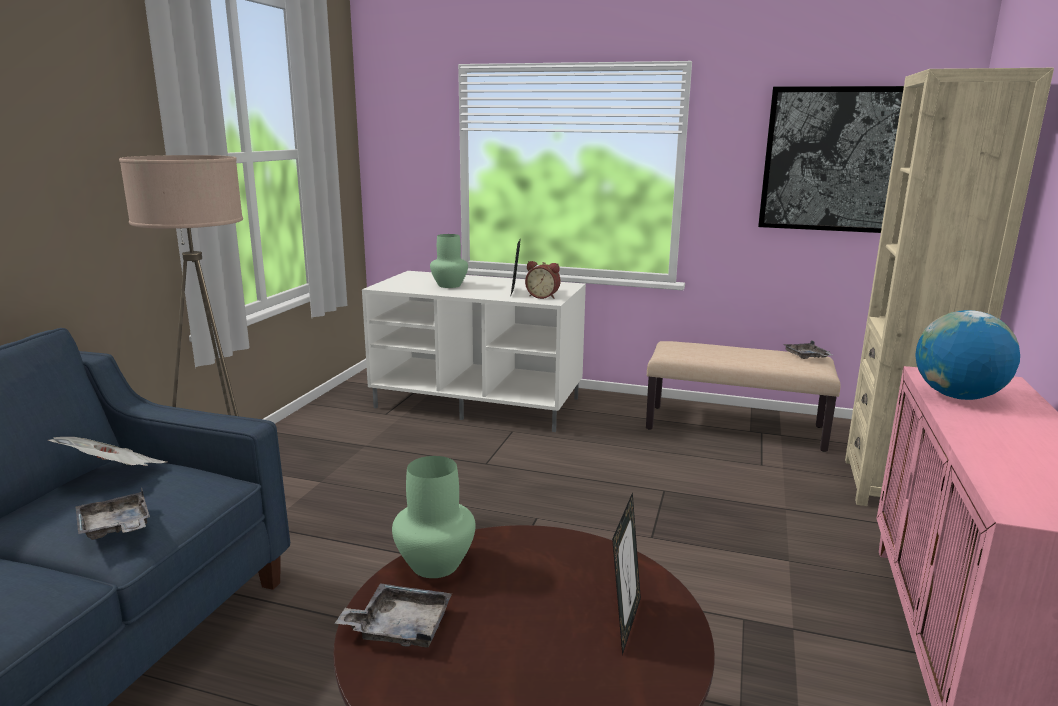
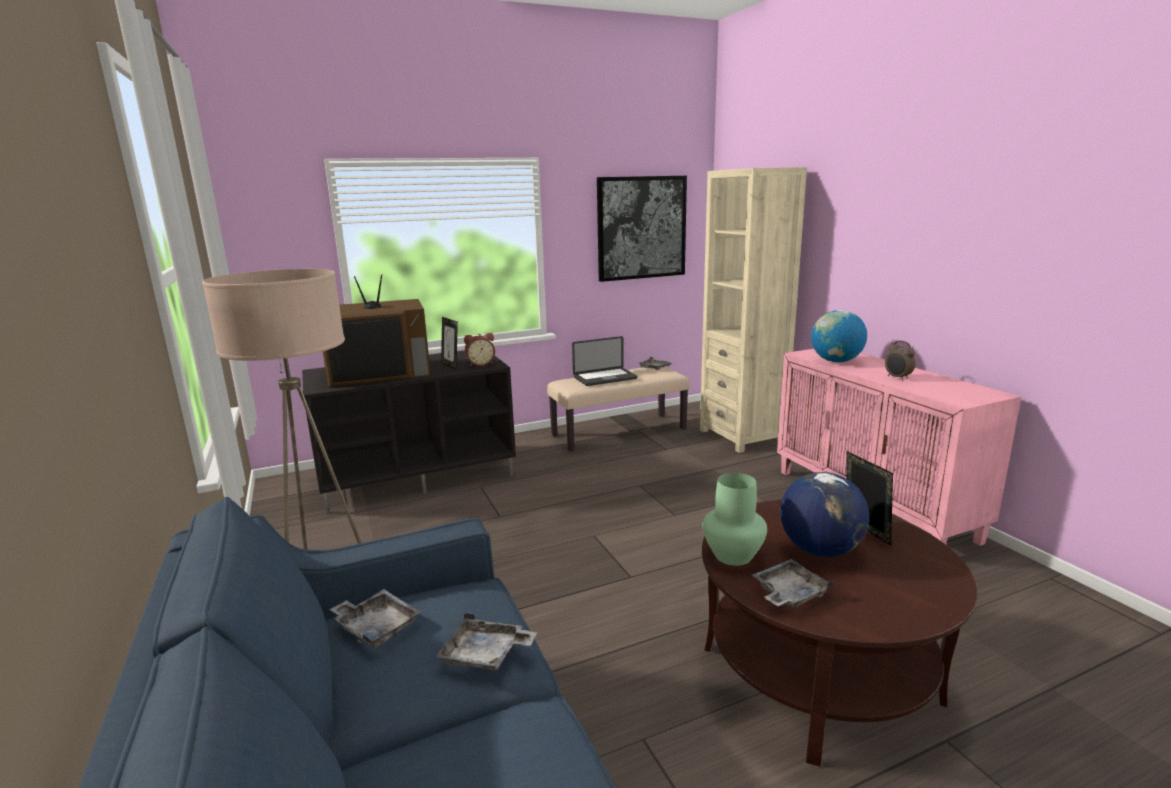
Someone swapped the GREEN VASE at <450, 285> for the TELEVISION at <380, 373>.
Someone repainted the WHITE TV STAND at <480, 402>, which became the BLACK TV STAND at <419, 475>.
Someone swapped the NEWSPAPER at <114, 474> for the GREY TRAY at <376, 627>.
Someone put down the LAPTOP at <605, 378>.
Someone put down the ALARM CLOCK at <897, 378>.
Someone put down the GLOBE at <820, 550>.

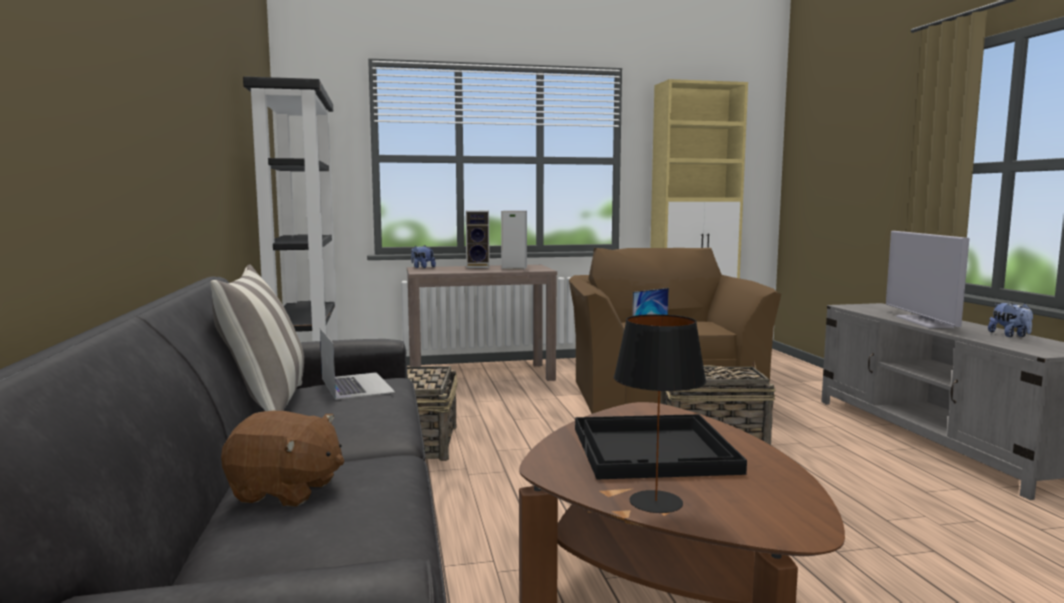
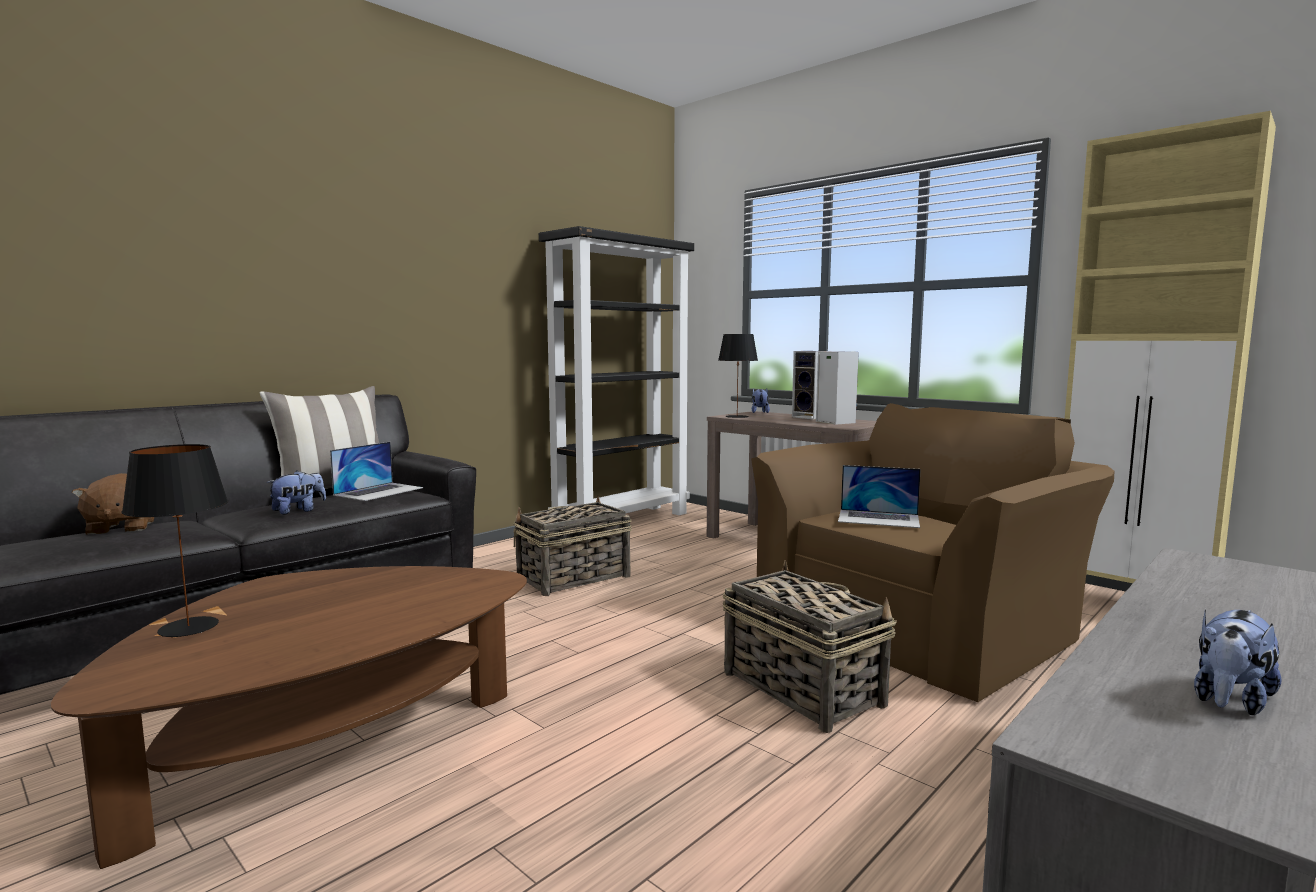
Someone took away the TELEVISION at <923, 322>.
Someone took away the BLACK TRAY at <655, 450>.
Someone put down the BLACK TABLE LAMP at <736, 416>.
Someone put down the PLUSH TOY at <298, 511>.

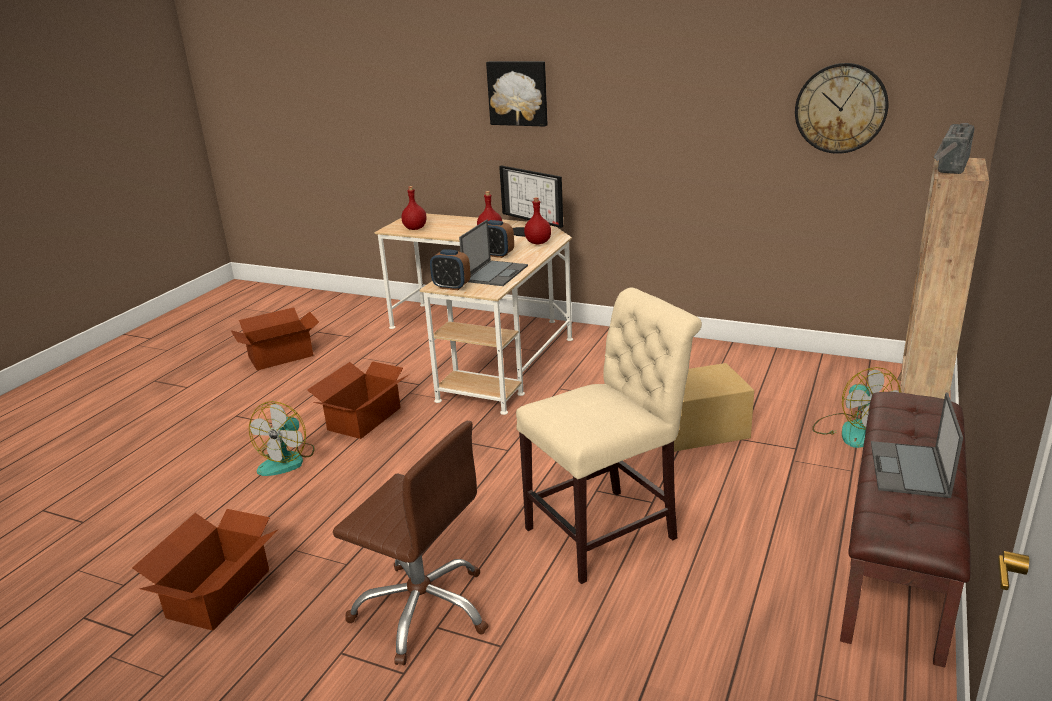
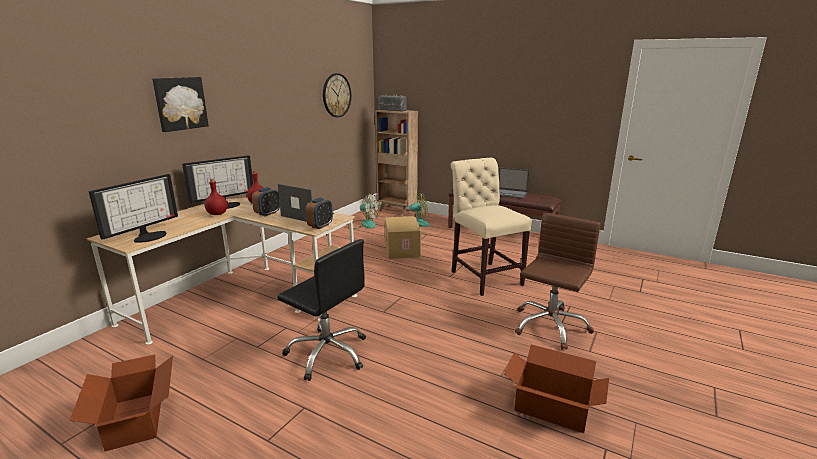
Someone swapped the RED BOTTLE at <415, 228> for the MONITOR at <149, 236>.
Someone swapped the CARDBOARD BOX at <363, 419> for the BLACK OFFICE CHAIR at <328, 353>.
Someone carried the FAN from <287, 460> to <364, 224>.

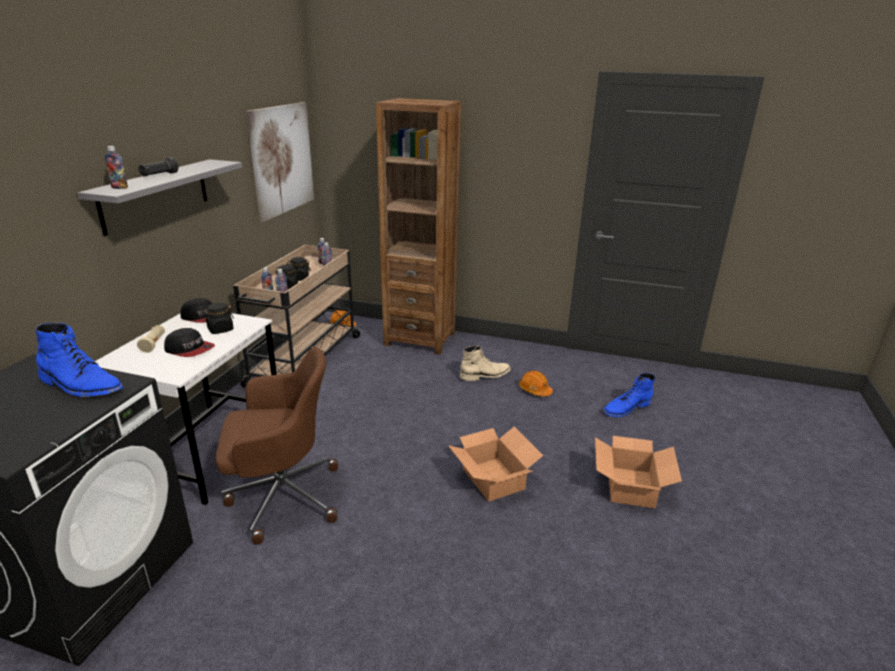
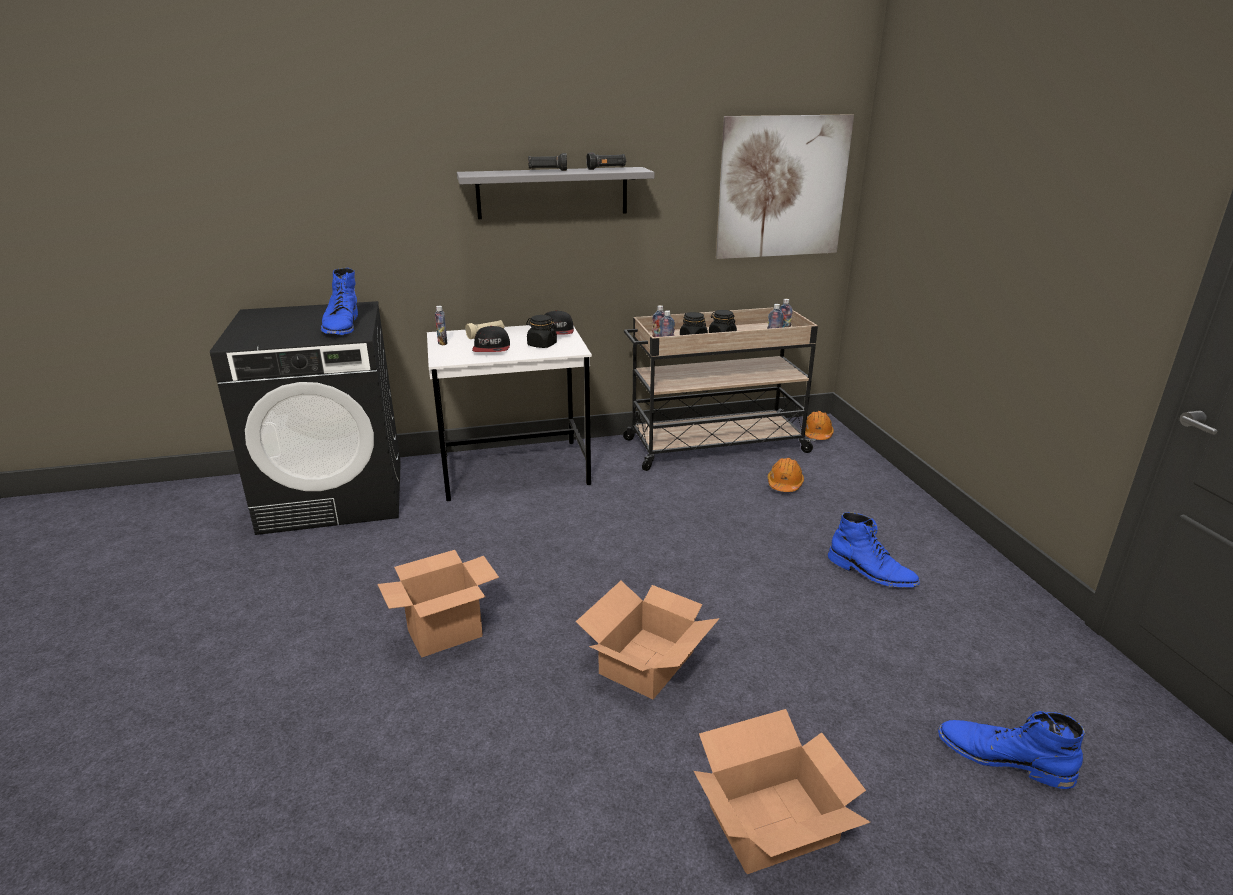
Someone took away the BROWN BOOKCASE at <420, 339>.
Someone carried the BOTTLE from <119, 188> to <442, 343>.
Someone repainted the BEIGE BOOT at <485, 375>, which became the BLUE BOOT at <871, 572>.
Someone took away the BROWN OFFICE CHAIR at <281, 496>.
Someone carried the ORANGE HARD HAT from <534, 390> to <784, 484>.
Someone put down the BLACK FLASHLIGHT at <606, 169>.
Someone put down the CARDBOARD BOX at <446, 633>.

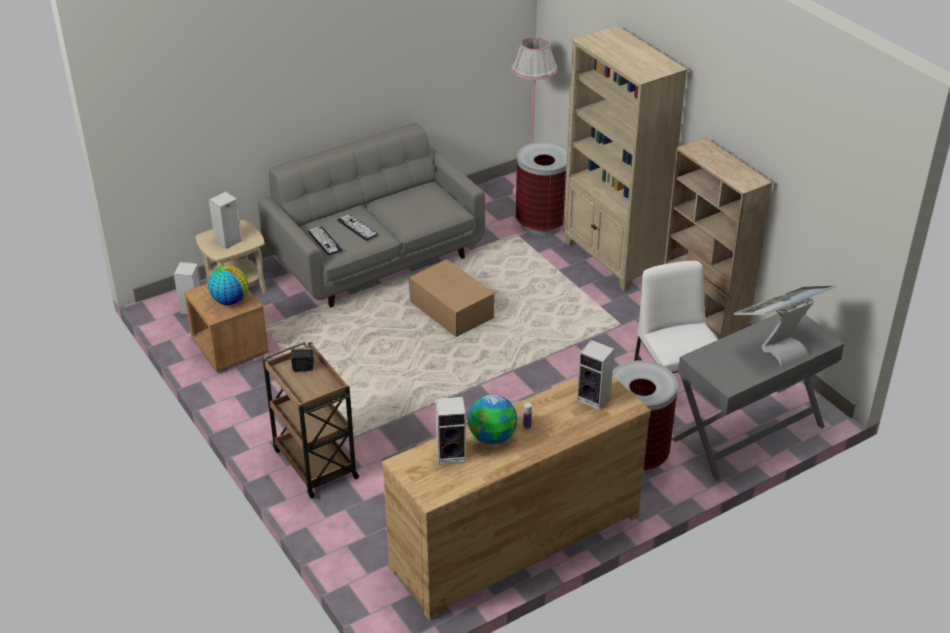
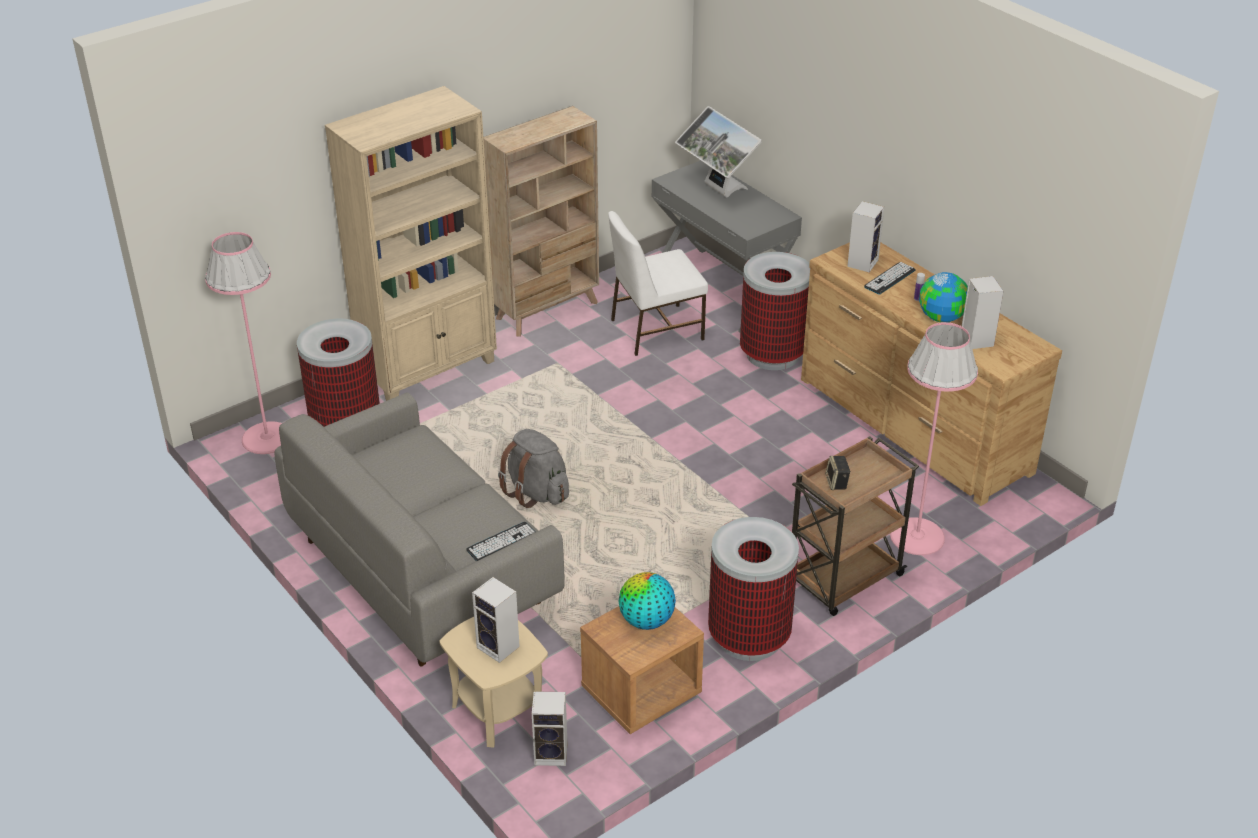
Someone carried the KEYBOARD from <357, 228> to <889, 278>.
Someone swapped the CARDBOARD BOX at <451, 309> for the GREY BACKPACK at <536, 492>.
Someone put down the PINK FLOOR LAMP at <917, 536>.
Someone put down the TRASH CAN at <749, 637>.

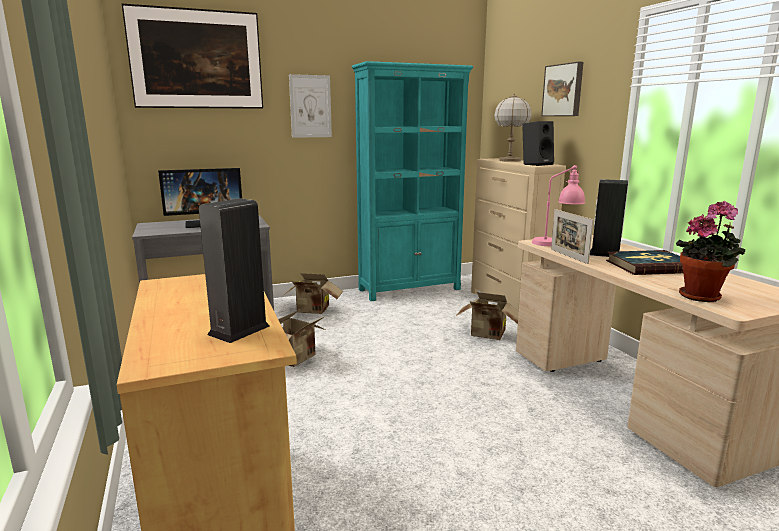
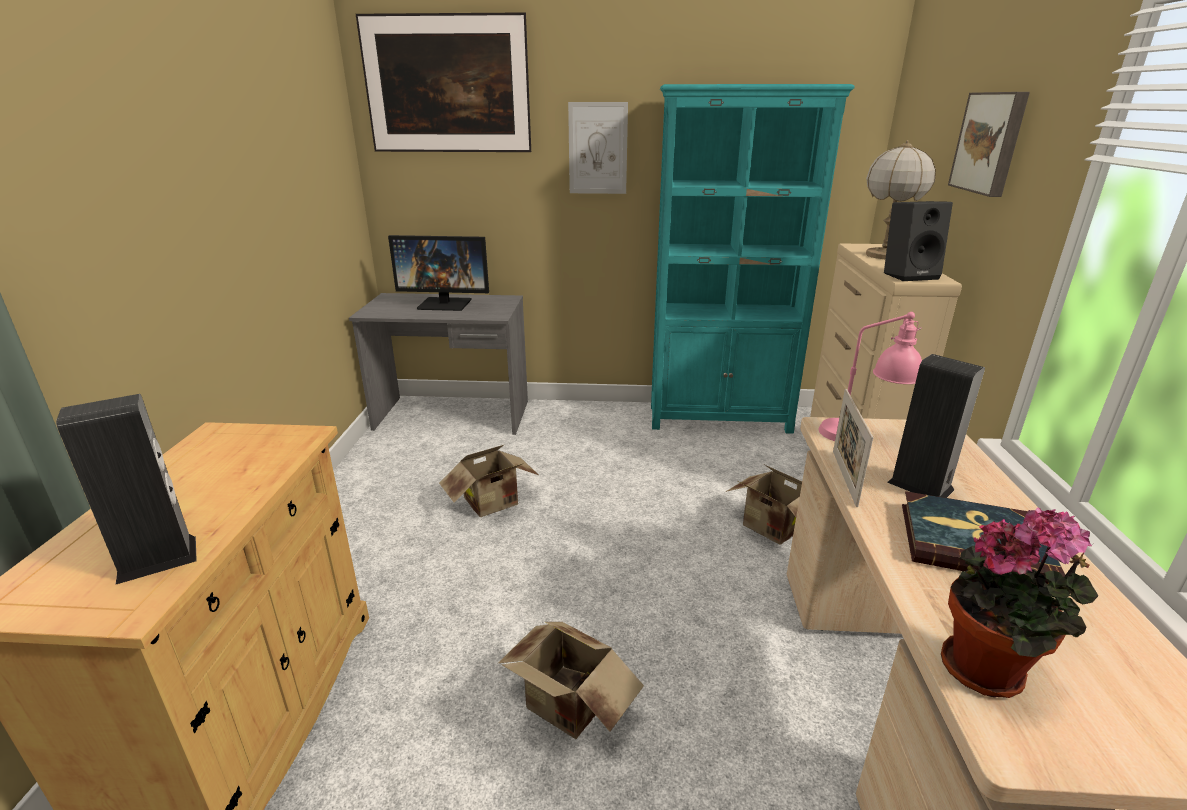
Someone carried the CARDBOARD BOX from <313, 311> to <567, 709>.

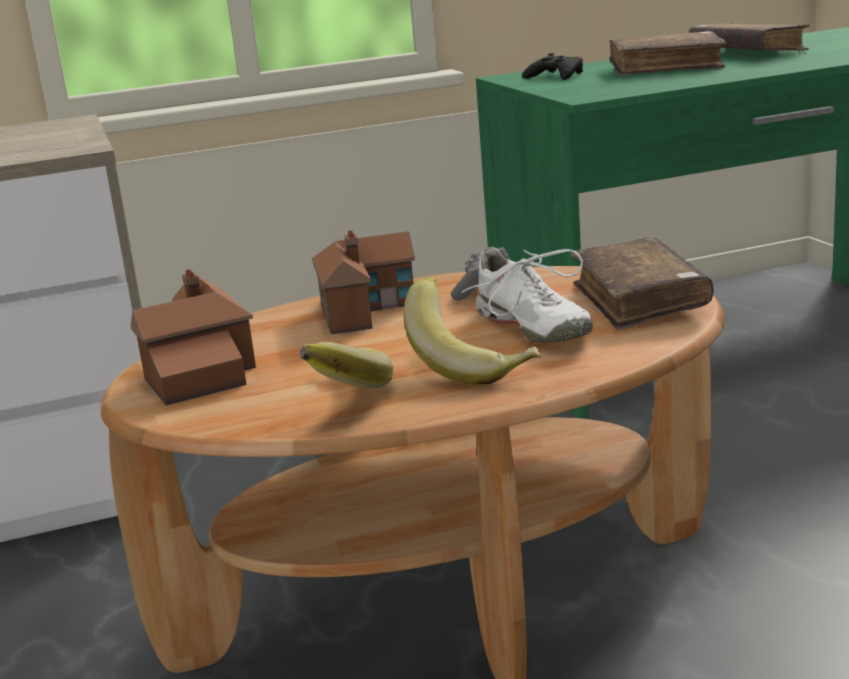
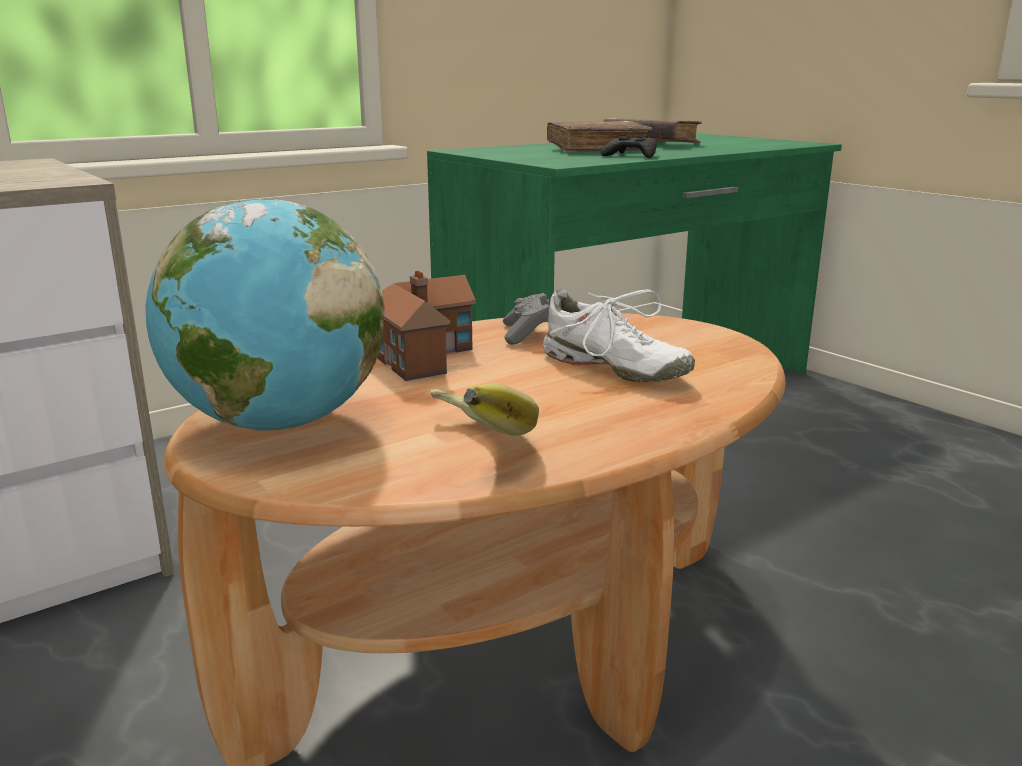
Someone carried the BLACK GAME CONTROLLER from <555, 76> to <631, 155>.
Someone took away the BROWN BOOK at <639, 300>.
Someone swapped the TOY HOUSE at <200, 370> for the GLOBE at <278, 424>.
Someone took away the BANANA at <473, 365>.

